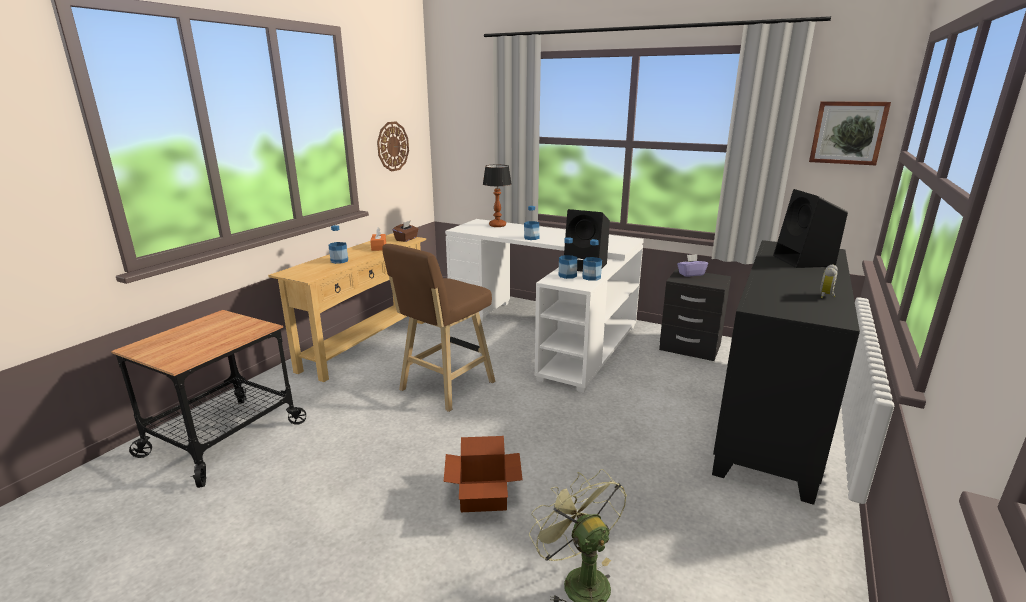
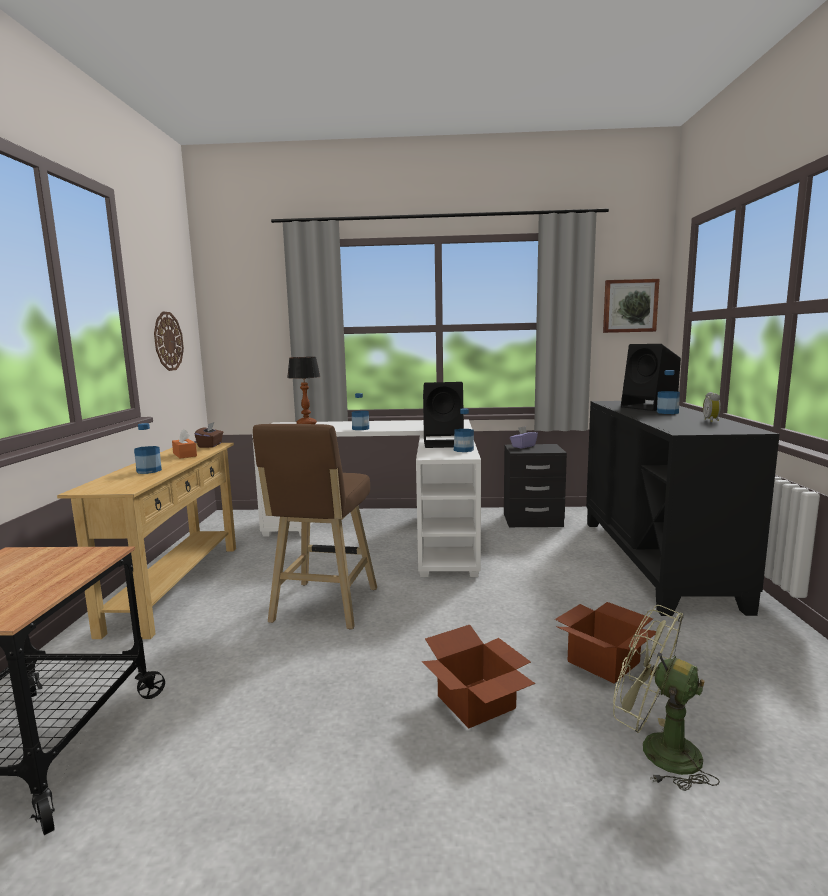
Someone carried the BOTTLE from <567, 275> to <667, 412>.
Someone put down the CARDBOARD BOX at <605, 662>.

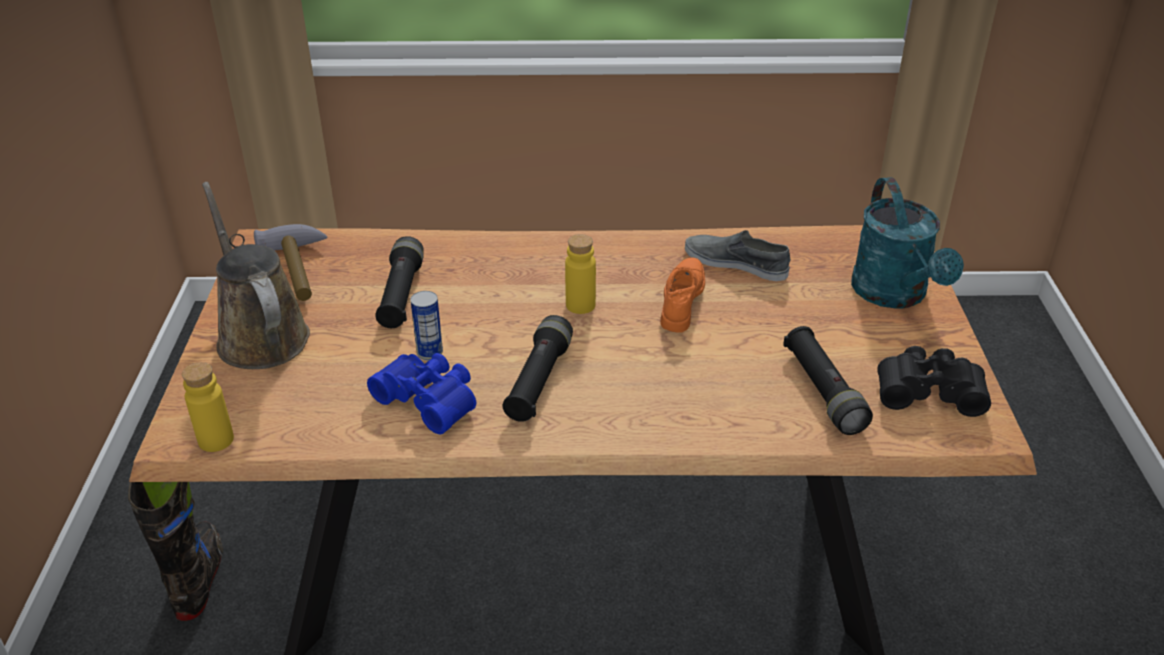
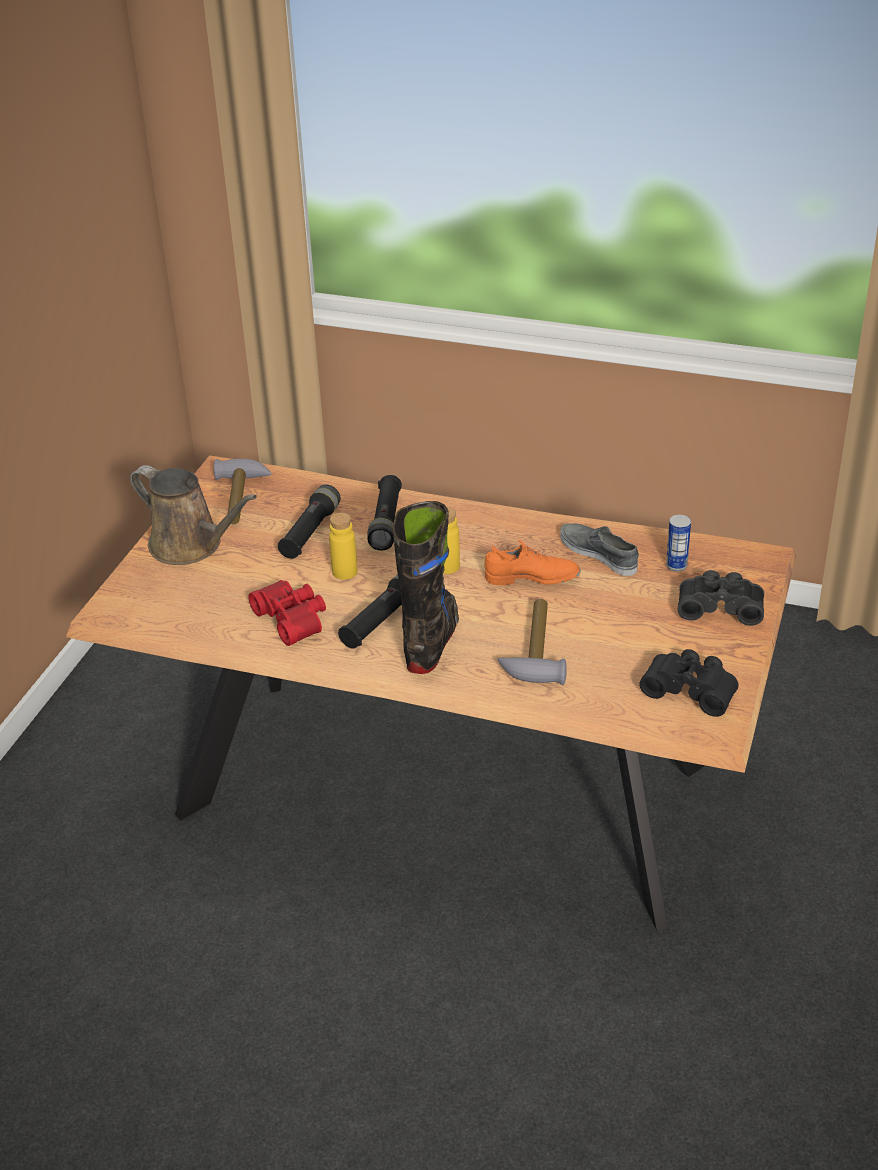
Someone swapped the TURQUOISE WATERING CAN at <895, 295> for the BLACK BINOCULARS at <720, 606>.
Someone rotated the BROWN WATERING CAN at <260, 335> by 135 degrees clockwise.
Someone rotated the ORANGE SHOE at <682, 301> by 60 degrees clockwise.
Someone carried the CAN from <430, 353> to <676, 565>.
Someone carried the BLACK FLASHLIGHT from <823, 392> to <386, 522>.
Someone repainted the BLUE BINOCULARS at <430, 399>, which became the RED BINOCULARS at <293, 619>.
Someone carried the YELLOW BOTTLE from <216, 440> to <344, 572>.
Someone carried the BLACK BOOT from <198, 578> to <431, 641>.
Someone put down the HAMMER at <534, 649>.

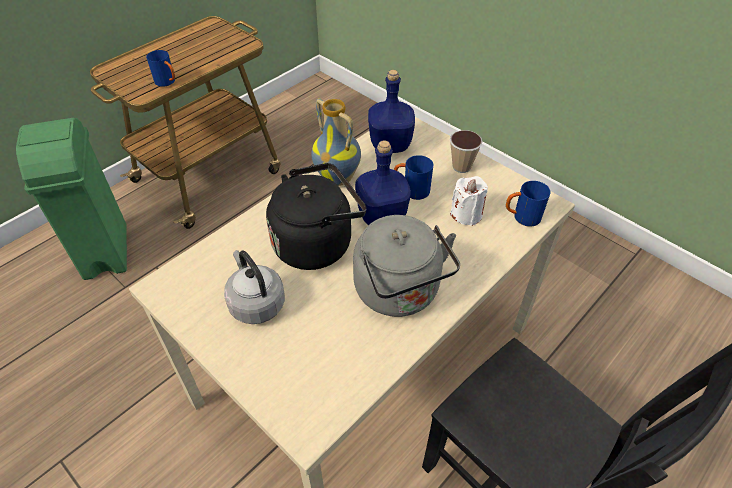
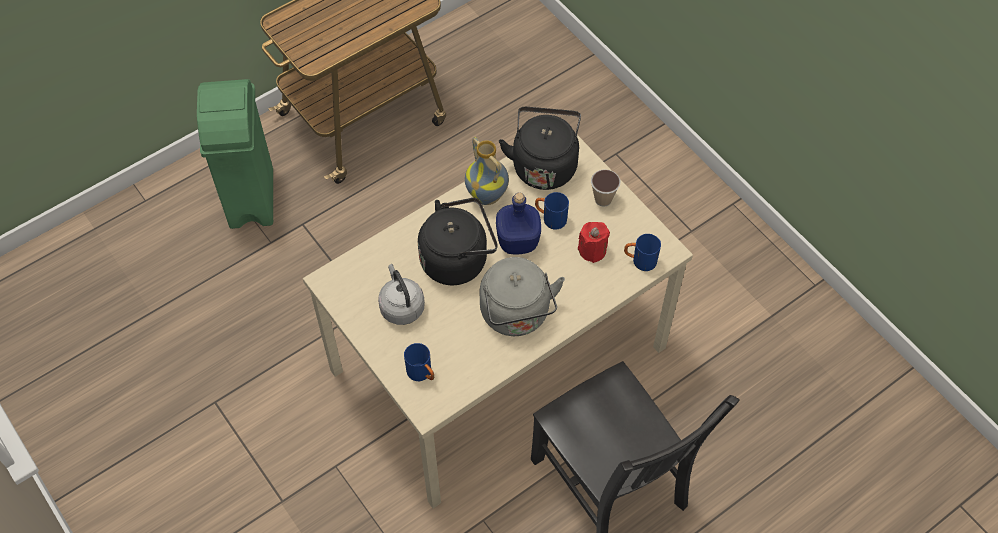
Someone carried the BLUE MUG from <168, 82> to <422, 374>.
Someone swapped the BLUE BOTTLE at <391, 145> for the BLACK KETTLE at <544, 164>.
Someone repainted the WHITE CANDLE at <466, 214>, which became the RED CANDLE at <592, 250>.

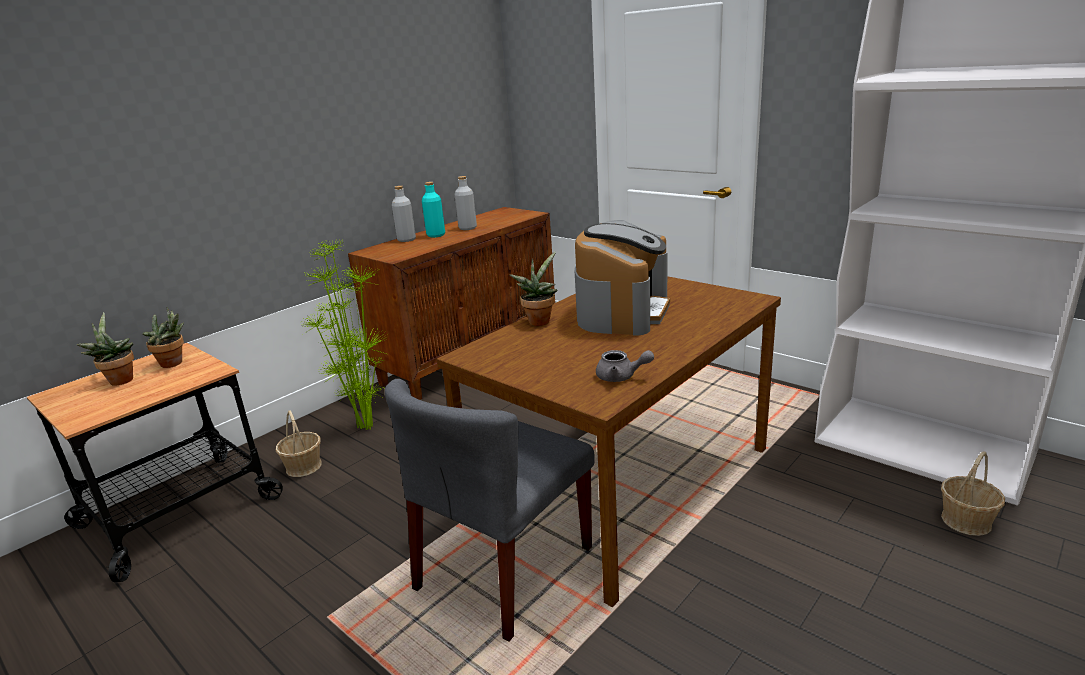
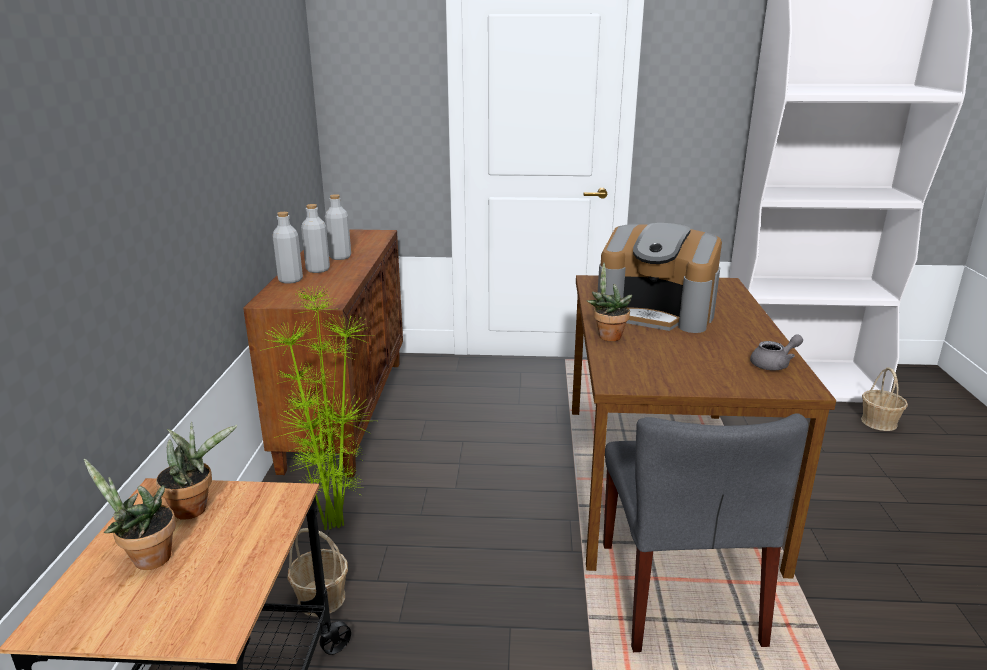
Someone repainted the TURQUOISE BOTTLE at <436, 235>, which became the GREY BOTTLE at <318, 270>.
Someone rotated the COFFEE MACHINE at <622, 311> by 135 degrees clockwise.

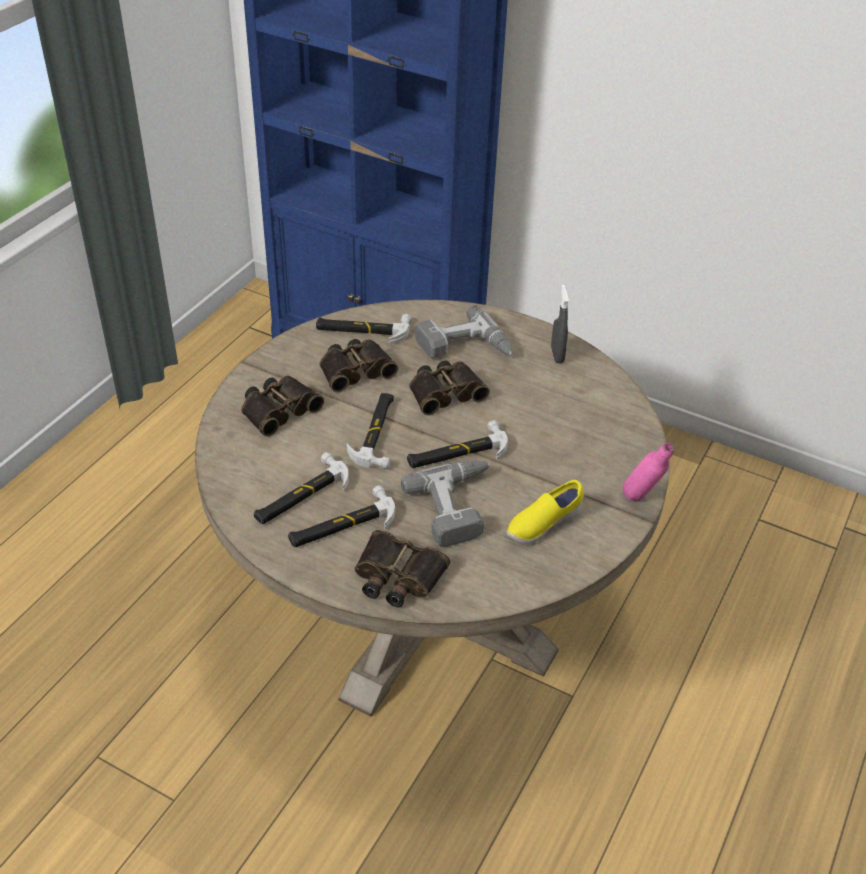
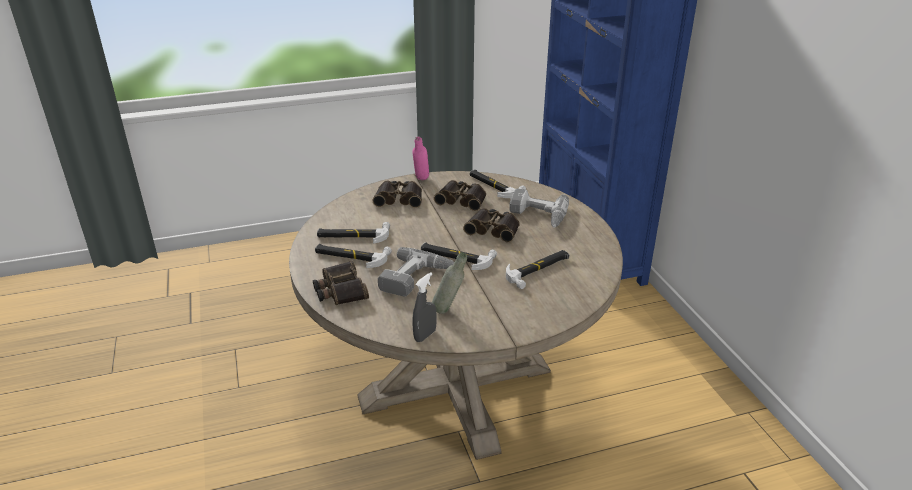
Someone carried the GREY SPRAY BOTTLE from <557, 355> to <425, 335>.
Someone carried the HAMMER from <377, 432> to <538, 269>.
Someone carried the PINK BOTTLE from <641, 502> to <421, 181>.
Someone swapped the YELLOW SHOE at <543, 524> for the GREY BOTTLE at <449, 310>.

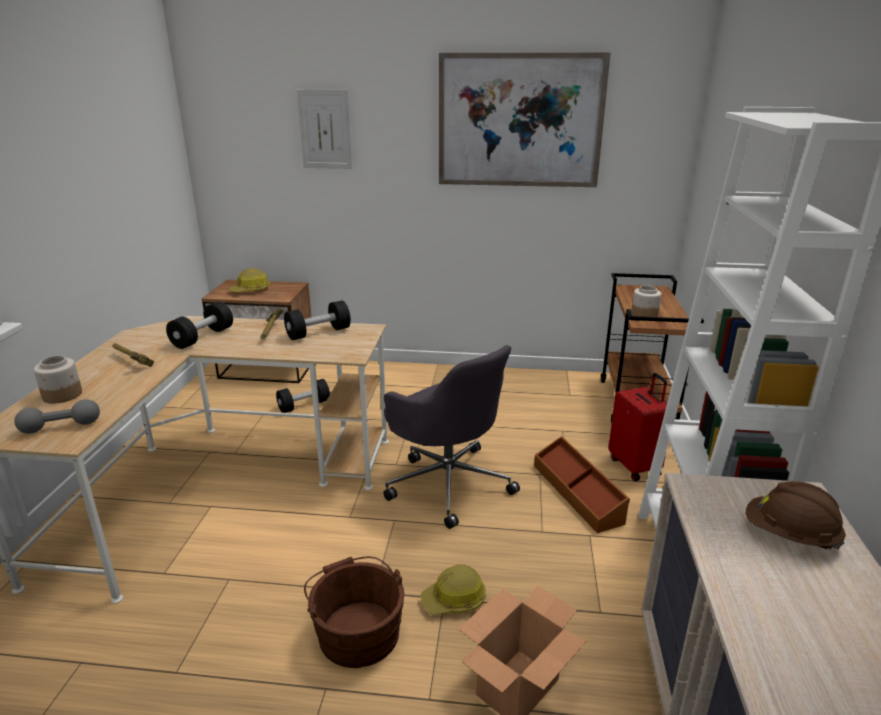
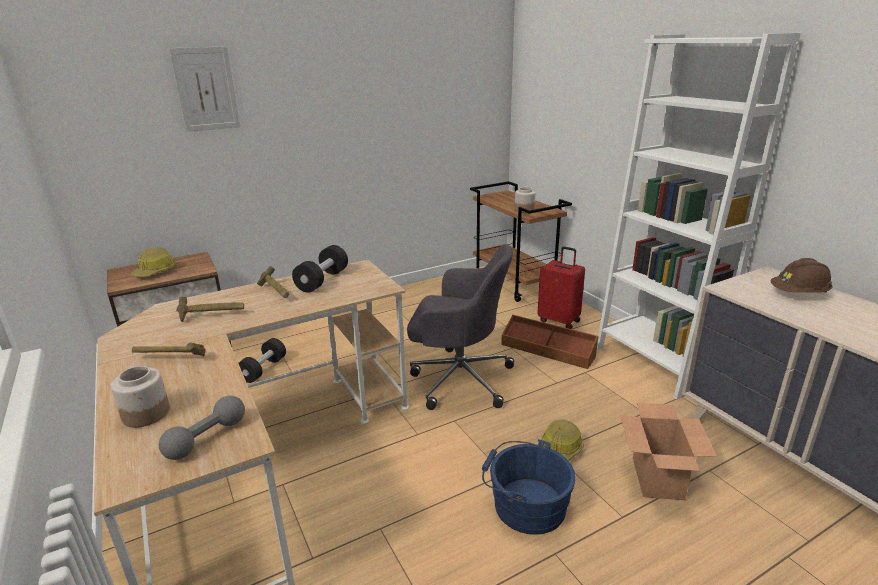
Someone took away the PICTURE at <520, 121>.
Someone swapped the BLACK DUMBBELL at <203, 337> for the HAMMER at <212, 316>.
Someone repainted the BROWN BUCKET at <357, 630>, which became the BLUE BUCKET at <525, 504>.

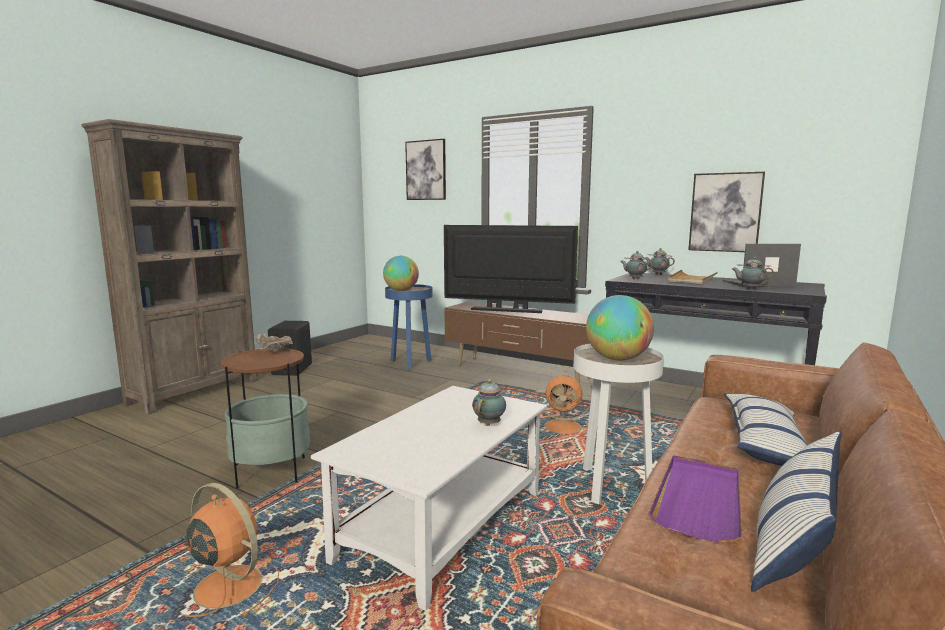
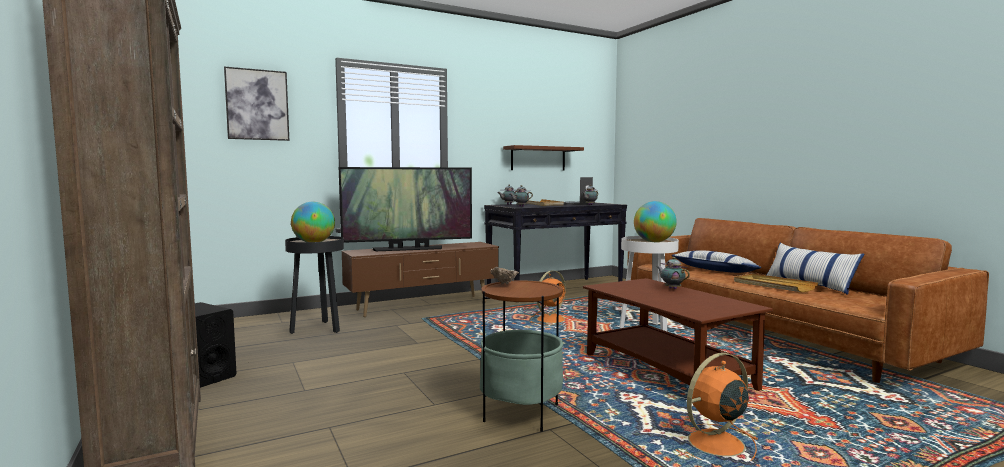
Someone swapped the PICTURE at <725, 212> for the BROWN SHELF at <538, 158>.
Someone rotated the TELEVISION at <507, 310> by 150 degrees counterclockwise.
Someone repainted the BLUE SIDE TABLE at <410, 364>, which became the BLACK SIDE TABLE at <318, 329>.
Someone repainted the WHITE COFFEE TABLE at <443, 527>, which became the BROWN COFFEE TABLE at <668, 372>.
Someone repainted the PURPLE TRAY at <699, 500>, which became the BEIGE TRAY at <773, 285>.

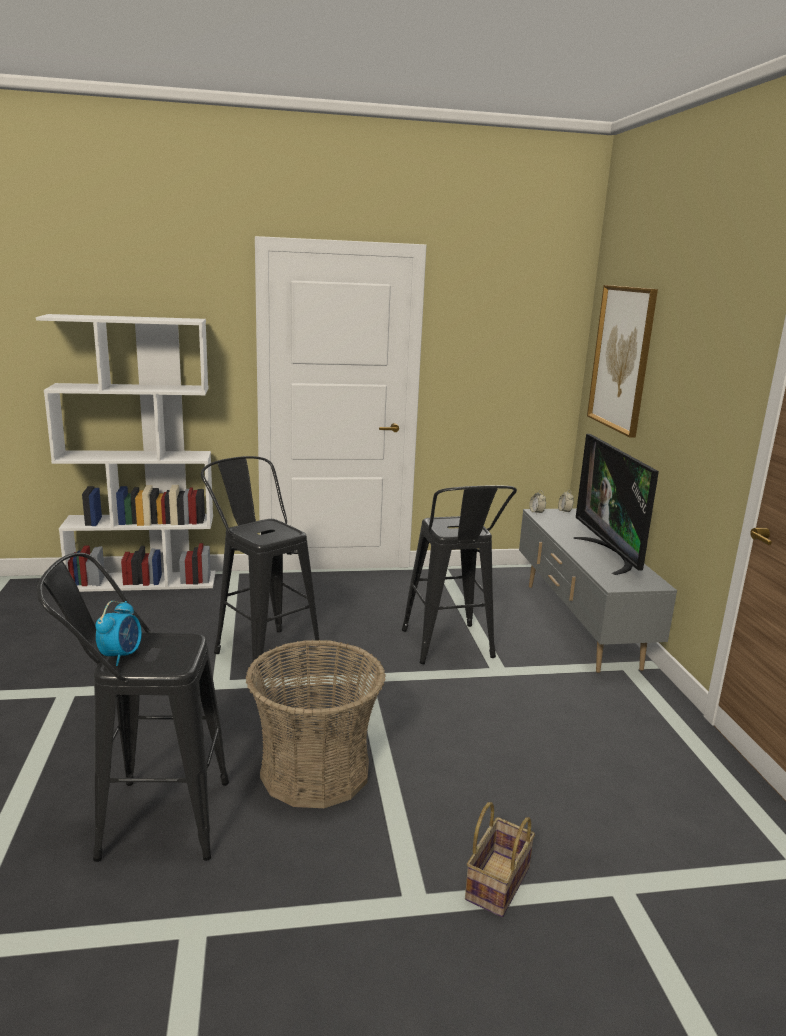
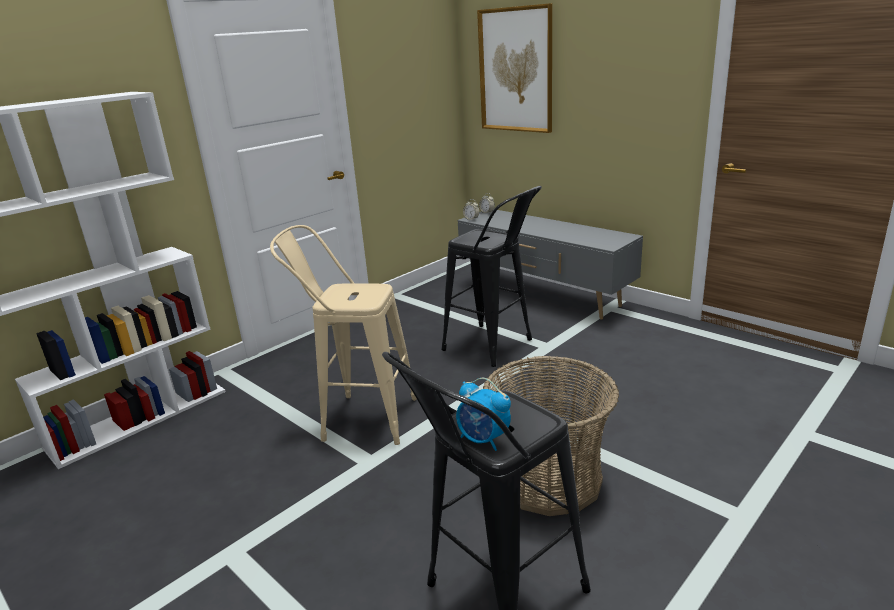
Someone took away the TELEVISION at <610, 555>.
Someone repainted the BLACK STOOL at <262, 650>, which became the BEIGE STOOL at <359, 418>.
Someone rotated the ALARM CLOCK at <121, 655> by 150 degrees clockwise.
Someone took away the BASKET at <497, 881>.

